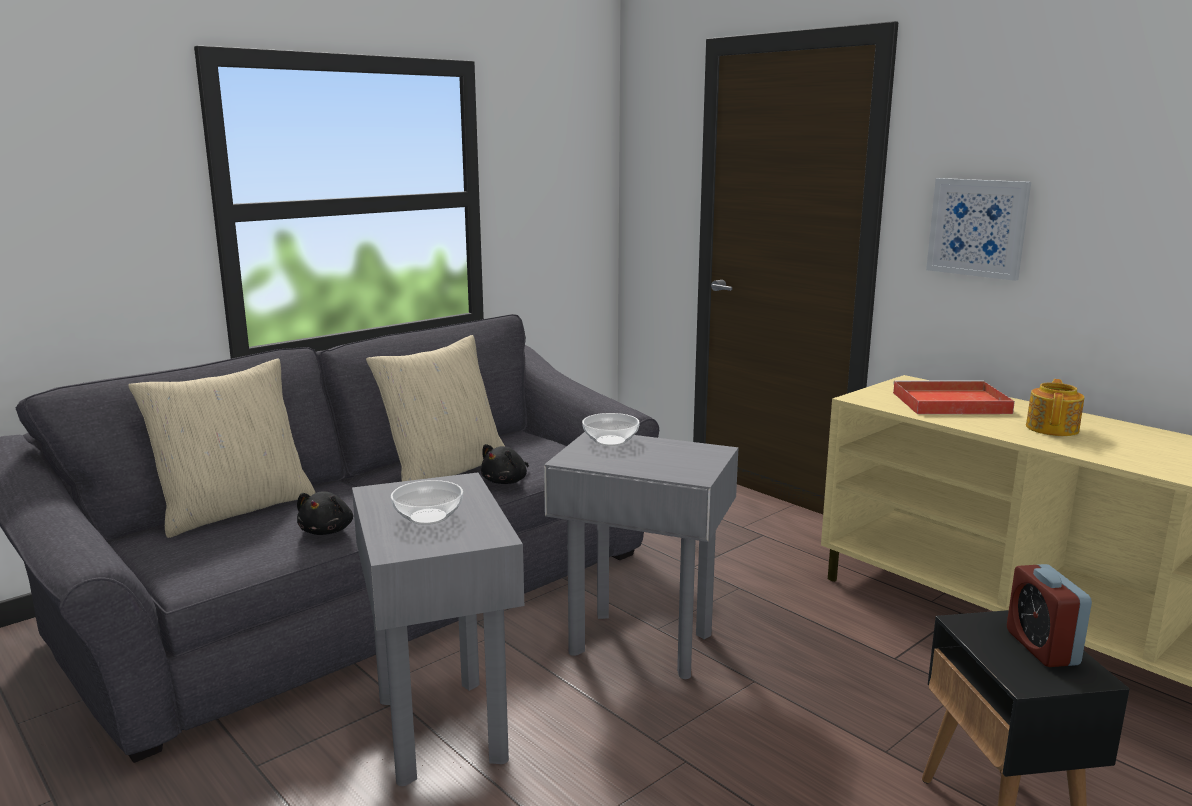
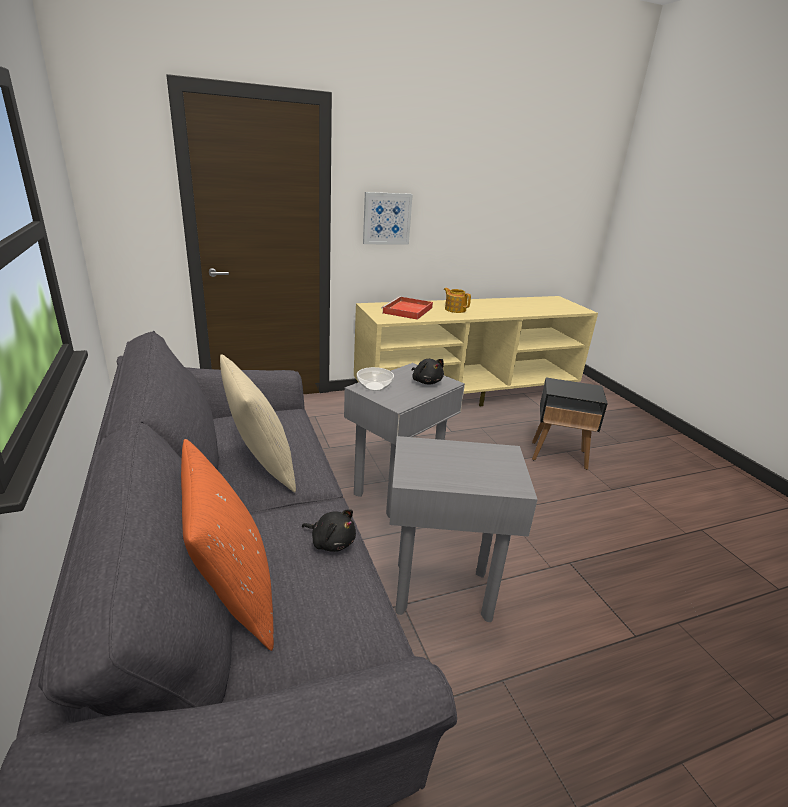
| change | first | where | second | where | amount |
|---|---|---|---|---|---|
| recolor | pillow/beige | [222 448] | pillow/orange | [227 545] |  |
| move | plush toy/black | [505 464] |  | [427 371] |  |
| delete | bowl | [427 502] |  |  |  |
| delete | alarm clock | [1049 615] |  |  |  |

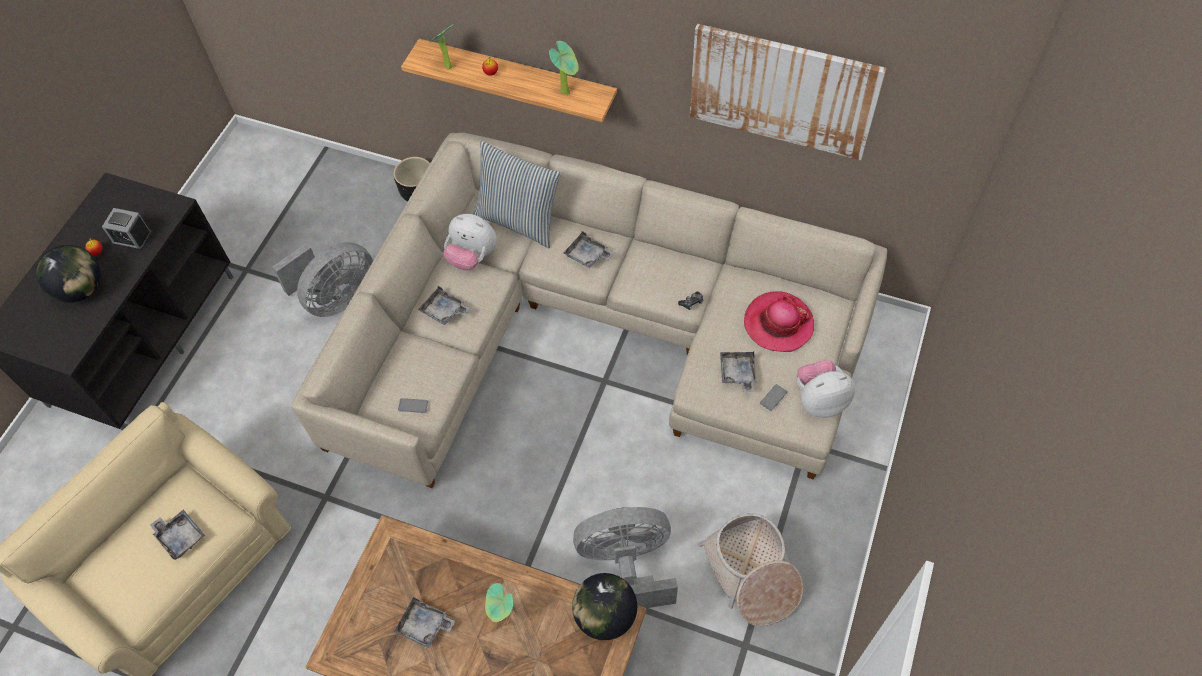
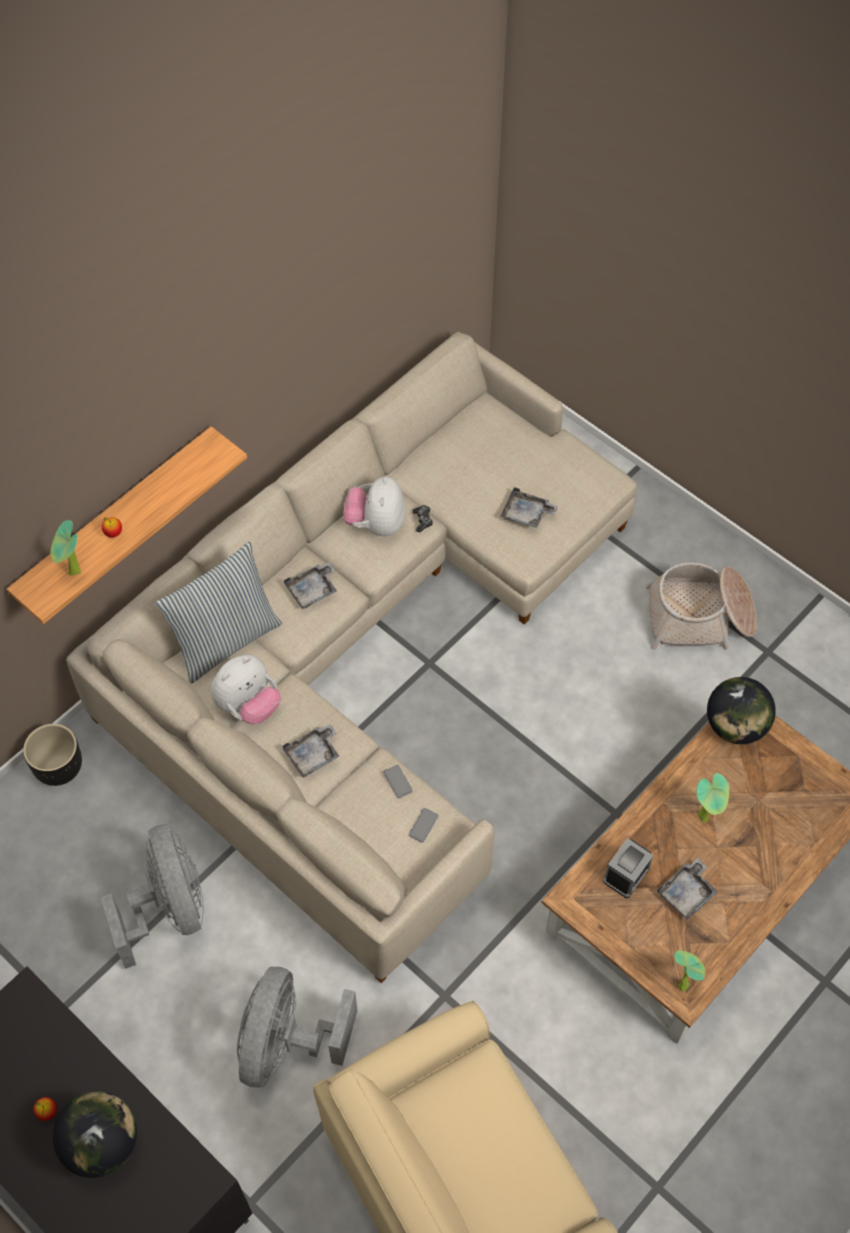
| change | first | where | second | where | amount |
|---|---|---|---|---|---|
| delete | picture | [788 92] |  |  |  |
| move | potted plant | [564 68] |  | [689 971] |  |
| move | alarm clock | [127 229] |  | [628 868] |  |
| delete | hat | [779 321] |  |  |  |
| move | plush toy | [826 389] |  | [374 506] |  |
| move | phone | [773 397] |  | [398 781] |  |
| move | fan/grey | [625 557] |  | [297 1027] |  |
| delete | tray/grey | [177 535] |  |  |  |

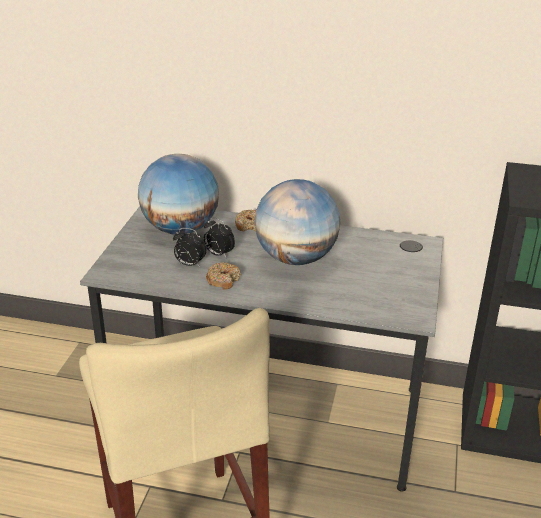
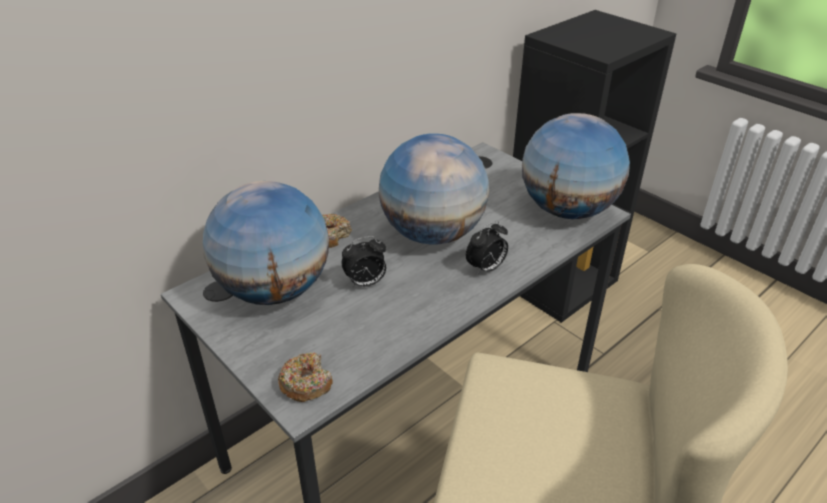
| change | first | where | second | where | amount |
|---|---|---|---|---|---|
| move | alarm clock | [190 247] |  | [487 248] |  |
| move | donut | [223 276] |  | [305 377] |  |
| insert |  |  | globe | [576 166] |  |

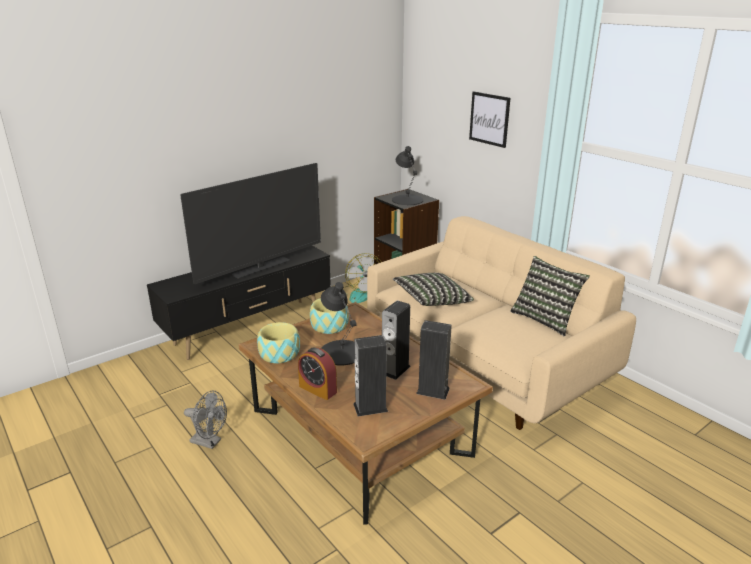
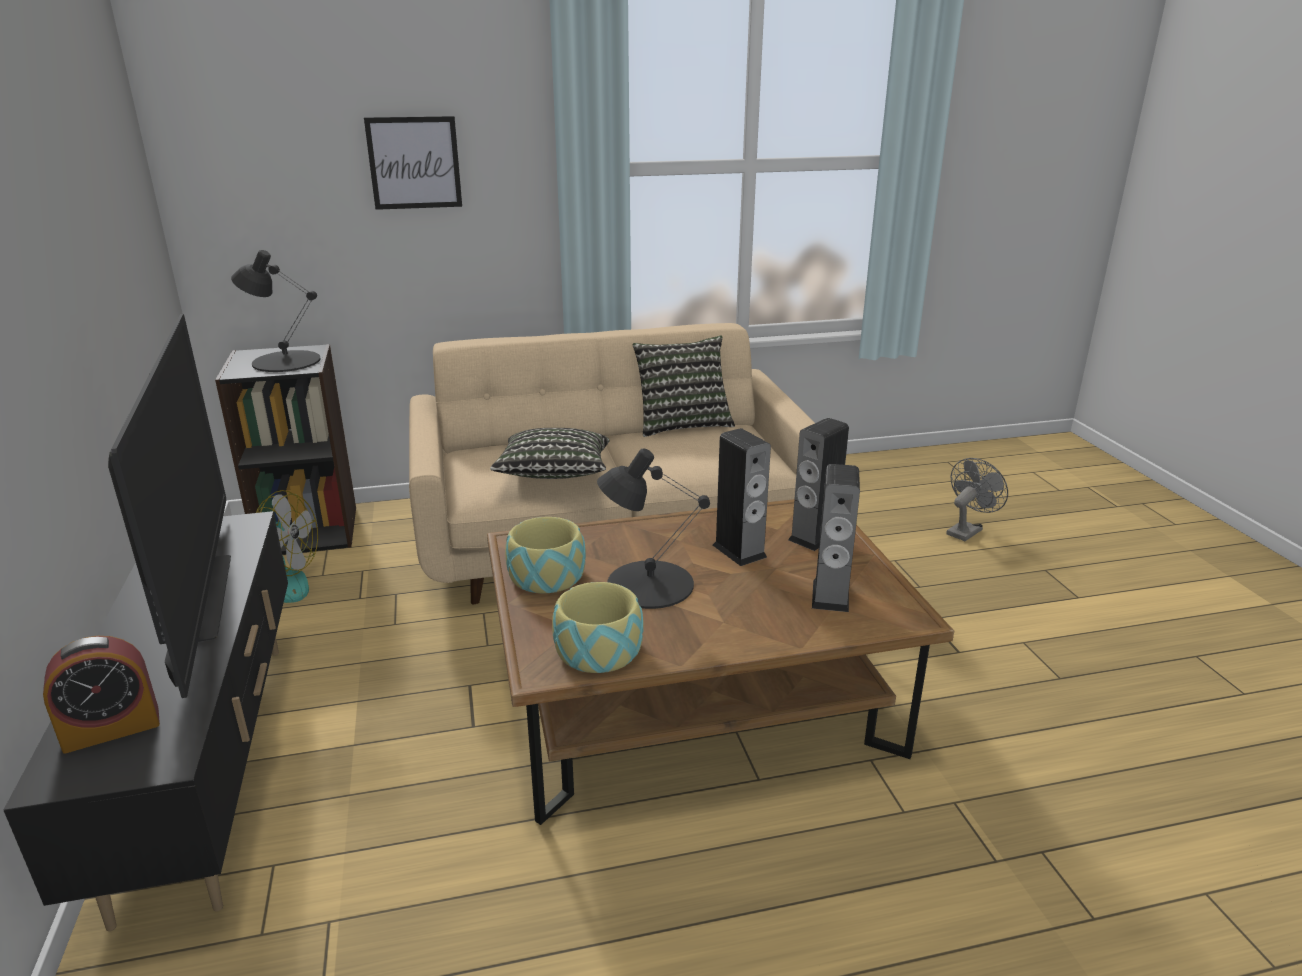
| change | first | where | second | where | amount |
|---|---|---|---|---|---|
| move | alarm clock | [317 373] |  | [101 695] |  |
| move | fan/grey | [205 419] |  | [977 499] |  |

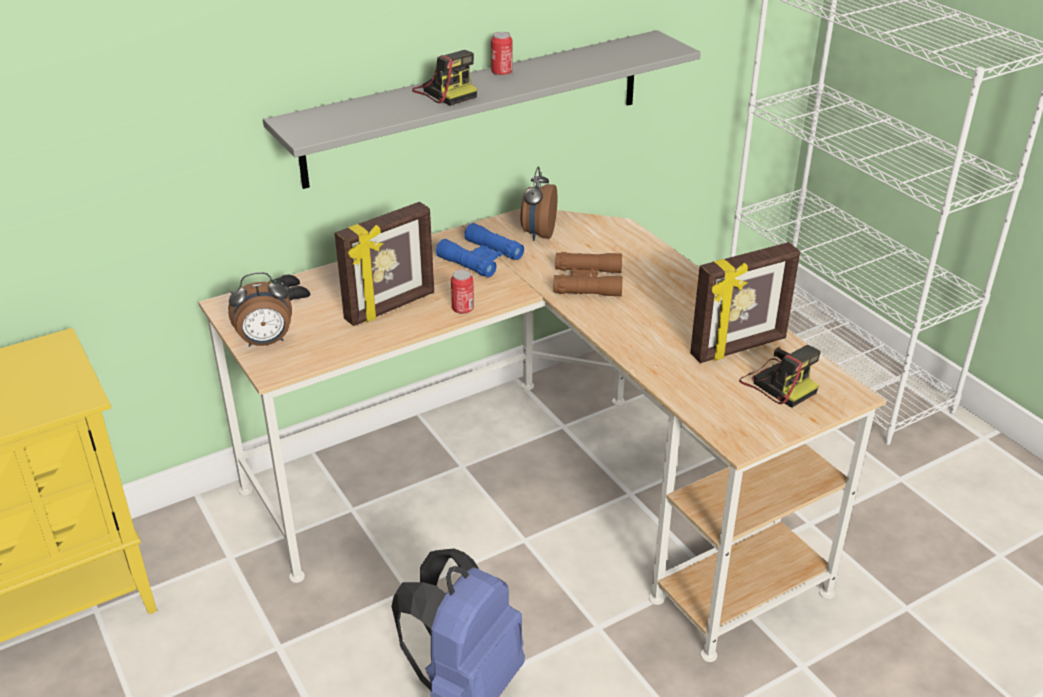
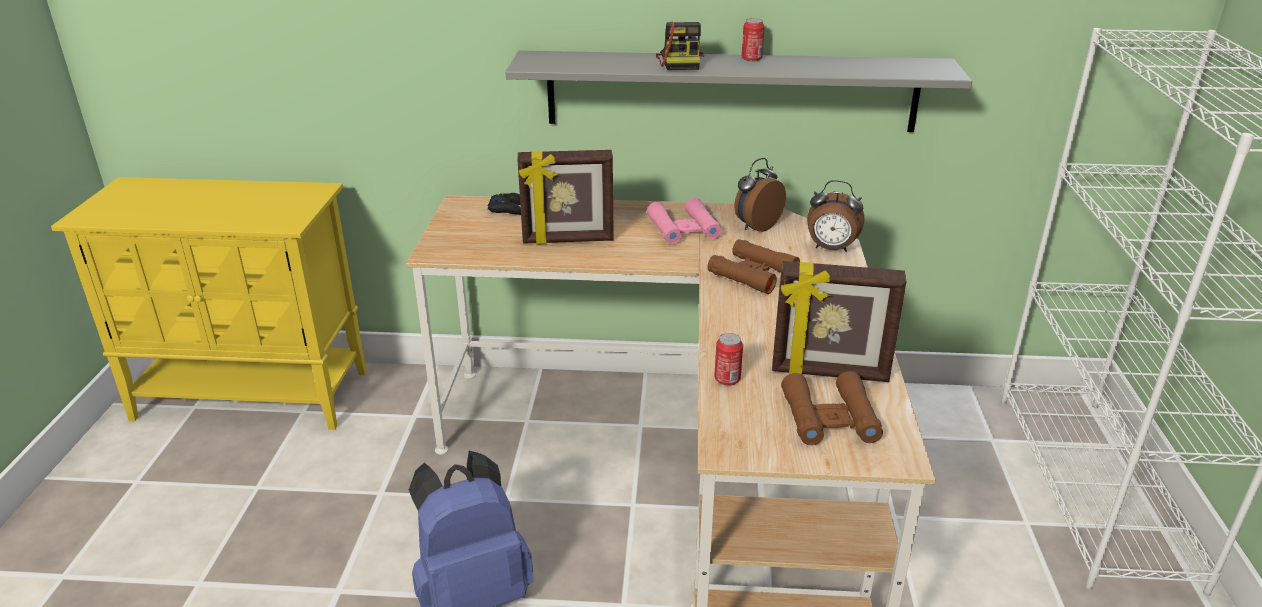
| change | first | where | second | where | amount |
|---|---|---|---|---|---|
| recolor | binoculars/blue | [480 250] | binoculars/pink | [684 221] |  |
| move | can | [462 292] |  | [728 359] |  |
| move | alarm clock | [260 309] |  | [835 216] |  |
| replace | photo camera | [780 376] | binoculars/brown | [832 408] |  |

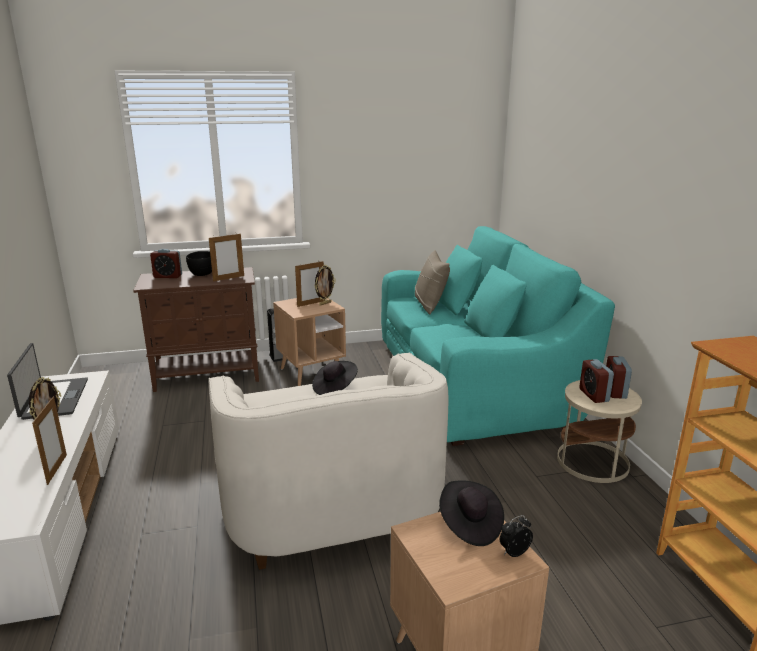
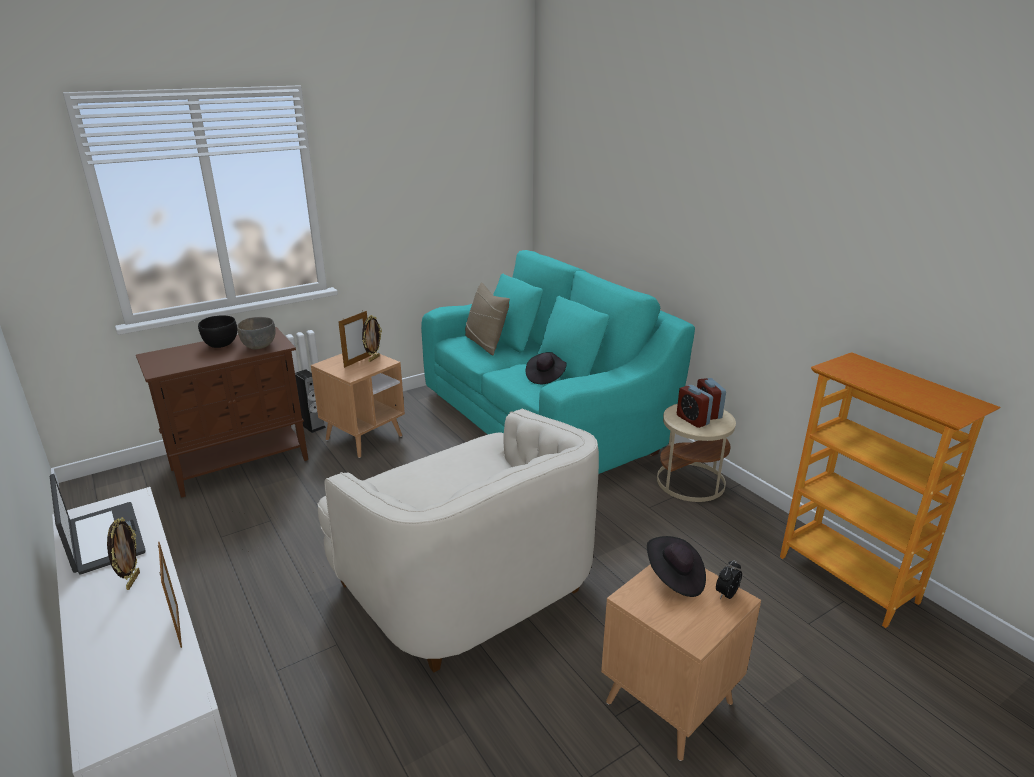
| change | first | where | second | where | amount |
|---|---|---|---|---|---|
| replace | picture frame | [226 257] | bowl/grey | [256 333] |  |
| delete | alarm clock | [166 263] |  |  |  |
| move | hat/black | [335 378] |  | [546 368] |  |

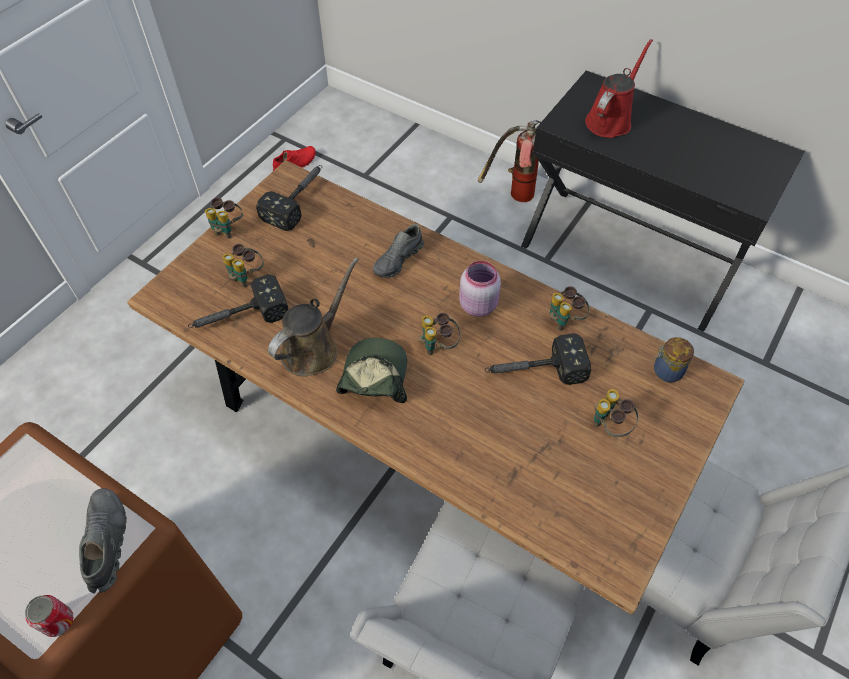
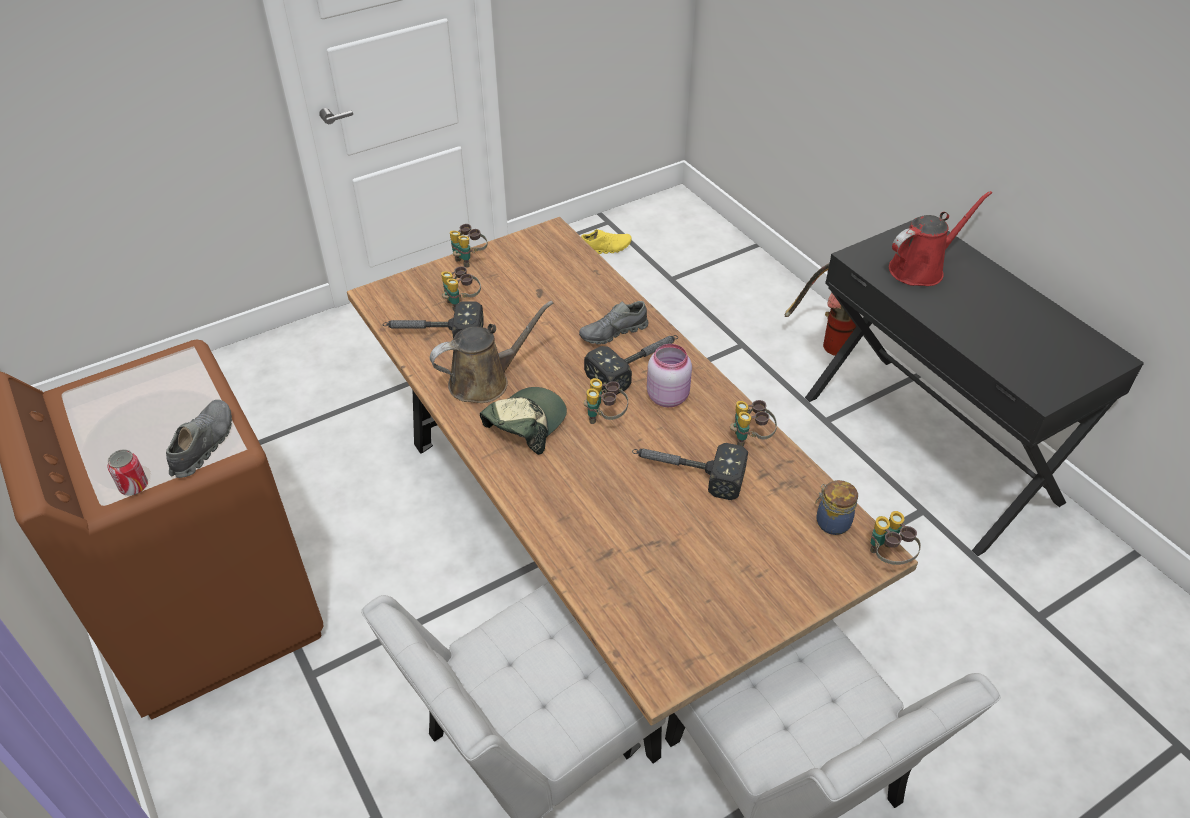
| change | first | where | second | where | amount |
|---|---|---|---|---|---|
| recolor | shoe/red | [294 158] | shoe/yellow | [606 241] |  |
| move | hammer | [288 198] |  | [631 365] |  |
| move | binoculars | [616 413] |  | [895 538] |  |

